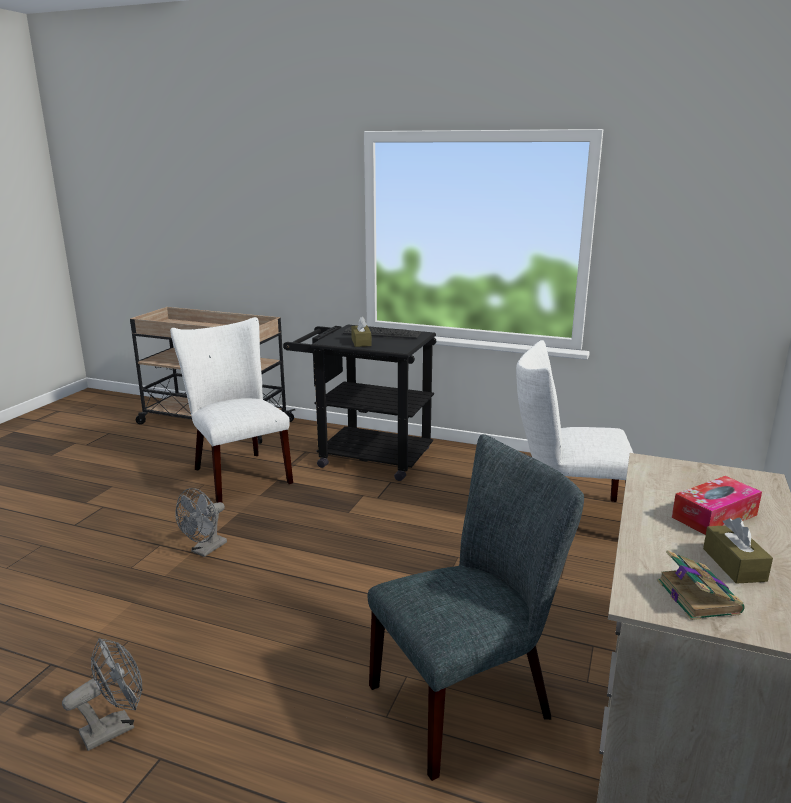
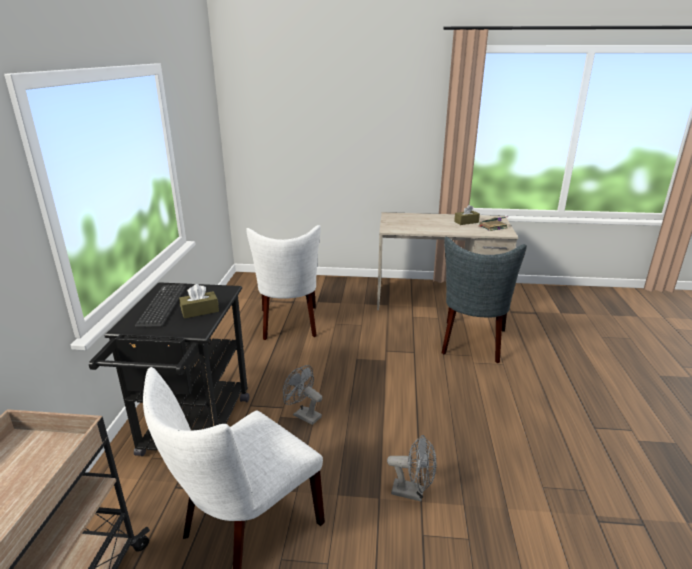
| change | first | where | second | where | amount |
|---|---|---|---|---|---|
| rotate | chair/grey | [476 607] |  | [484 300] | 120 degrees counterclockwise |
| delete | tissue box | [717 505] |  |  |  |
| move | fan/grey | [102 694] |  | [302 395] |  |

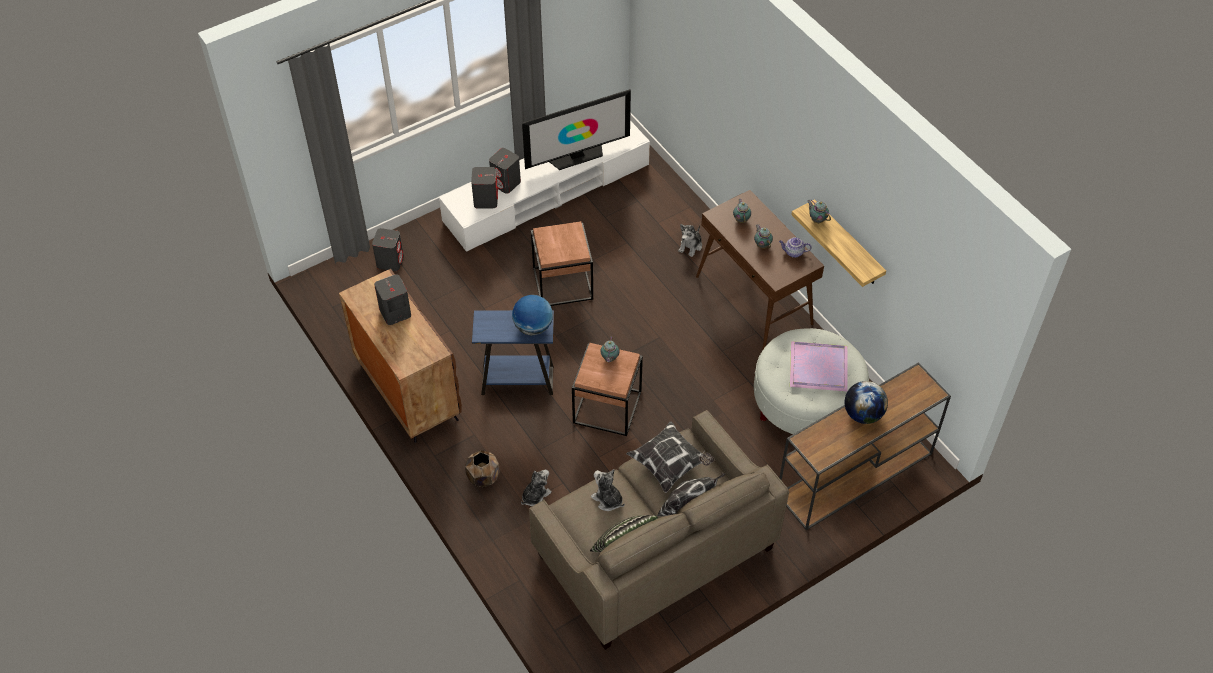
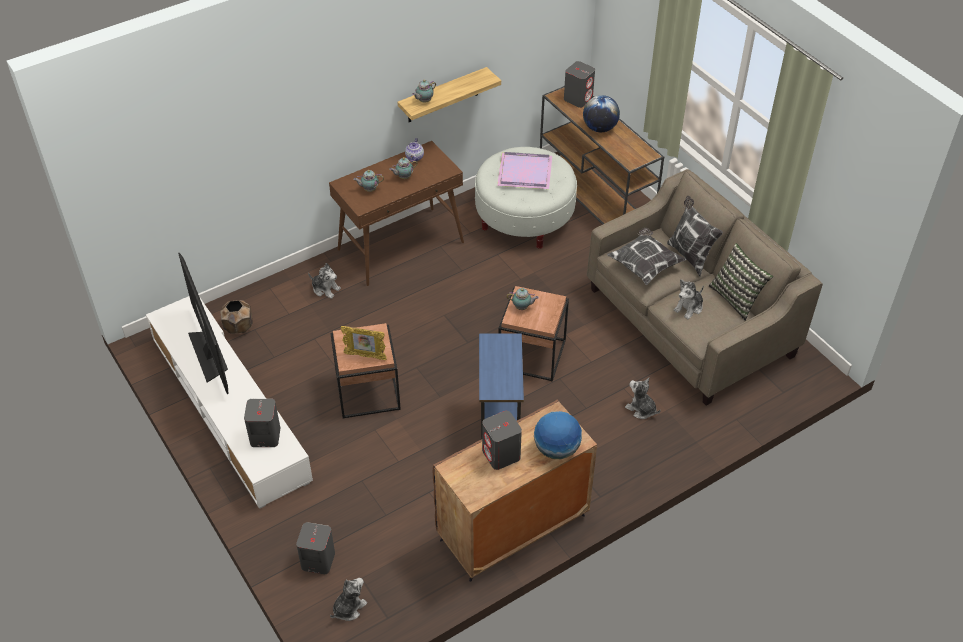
| change | first | where | second | where | amount |
|---|---|---|---|---|---|
| move | speaker/grey | [505 171] |  | [579 84] |  |
| move | globe | [532 315] |  | [558 435] |  |
| move | planter/brown | [482 469] |  | [236 317] |  |
| insert |  |  | picture frame | [364 343] |  |
| insert |  |  | plush toy | [348 599] |  |

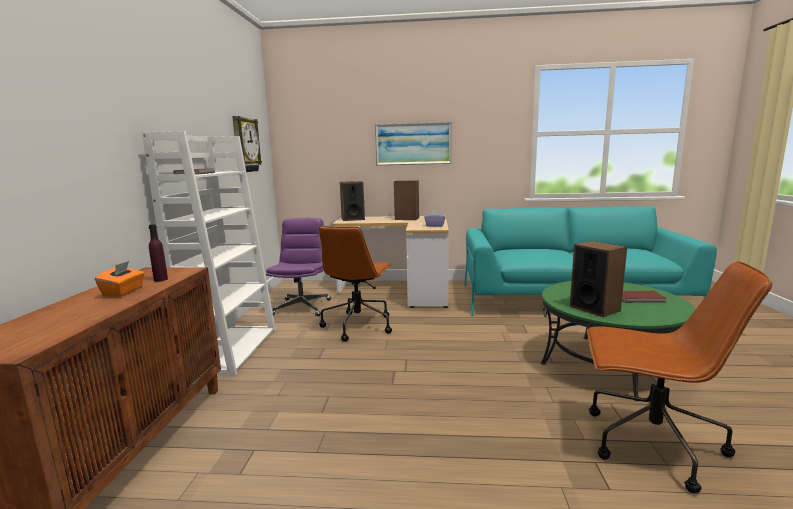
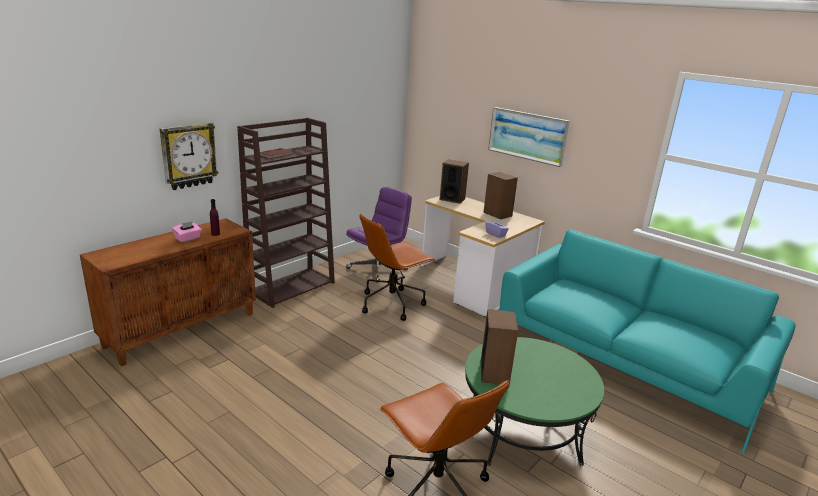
| change | first | where | second | where | amount |
|---|---|---|---|---|---|
| move | wall clock | [247 144] |  | [189 156] |  |
| recolor | bookcase/white | [209 253] | bookcase/brown | [286 213] |  |
| recolor | tissue box/orange | [120 279] | tissue box/pink | [187 231] |  |
| delete | book/brown | [644 296] |  |  |  |

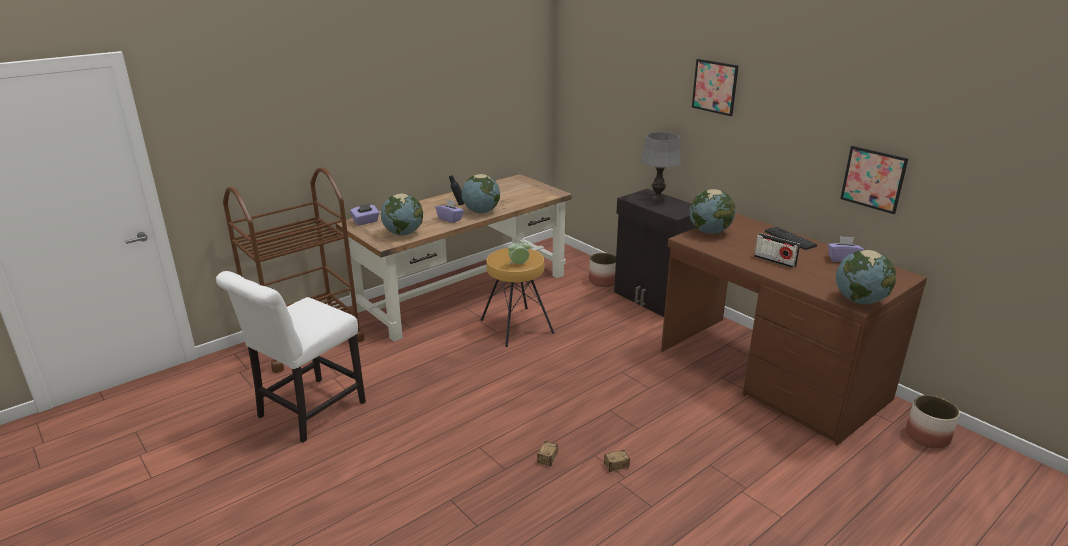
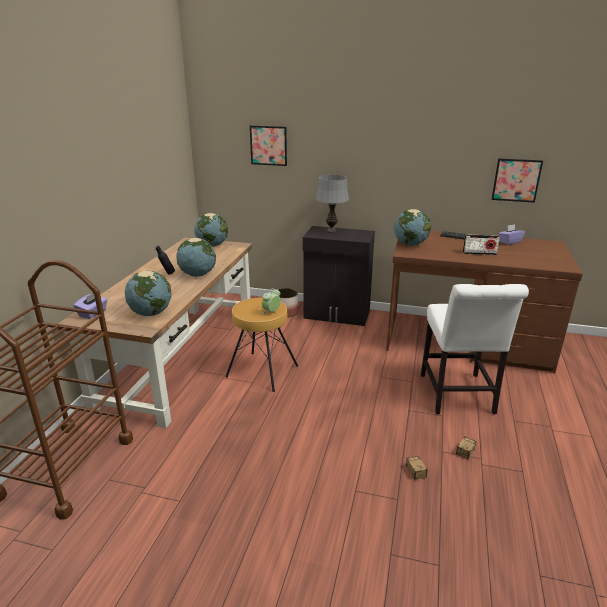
| change | first | where | second | where | amount |
|---|---|---|---|---|---|
| move | picture | [715 87] |  | [268 146] |  |
| delete | tissue box/purple | [450 211] |  |  |  |
| move | globe | [866 277] |  | [211 230] |  |
| move | chair/white | [291 357] |  | [475 349] |  |
| delete | planter | [933 421] |  |  |  |

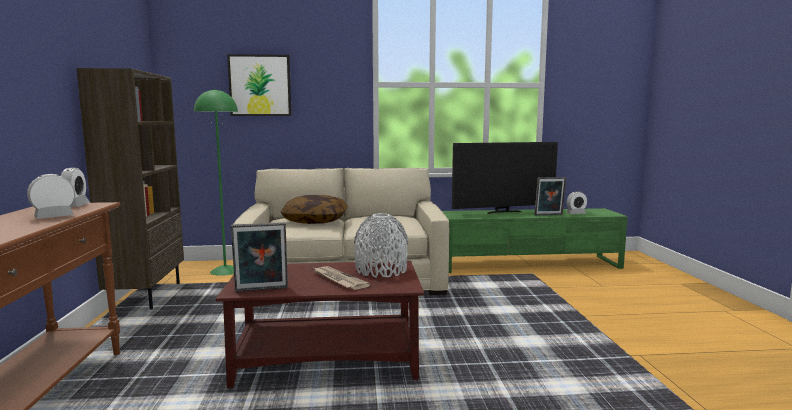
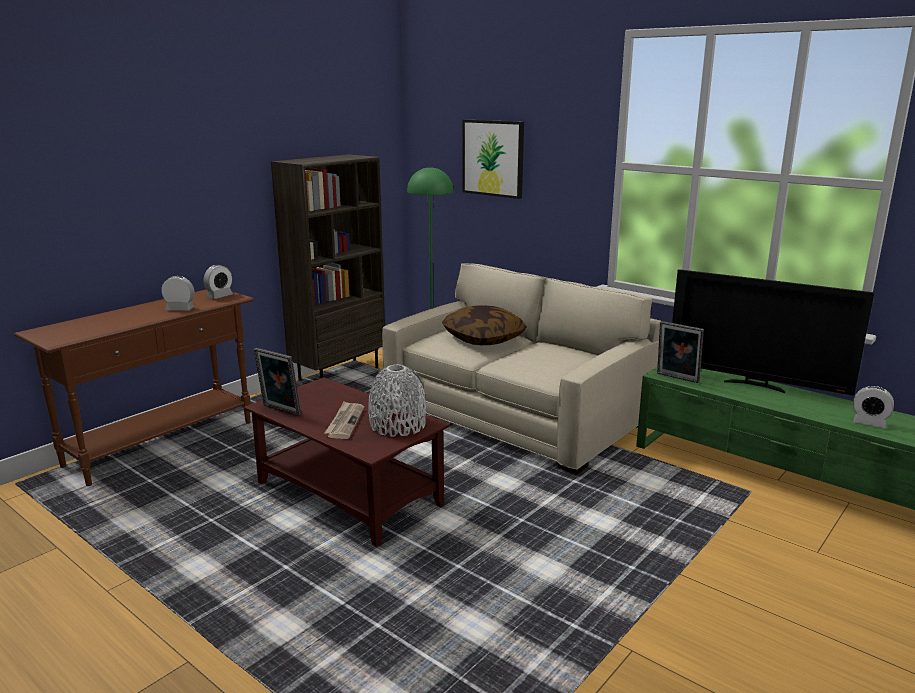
| change | first | where | second | where | amount |
|---|---|---|---|---|---|
| move | picture frame | [550 196] |  | [680 352] |  |

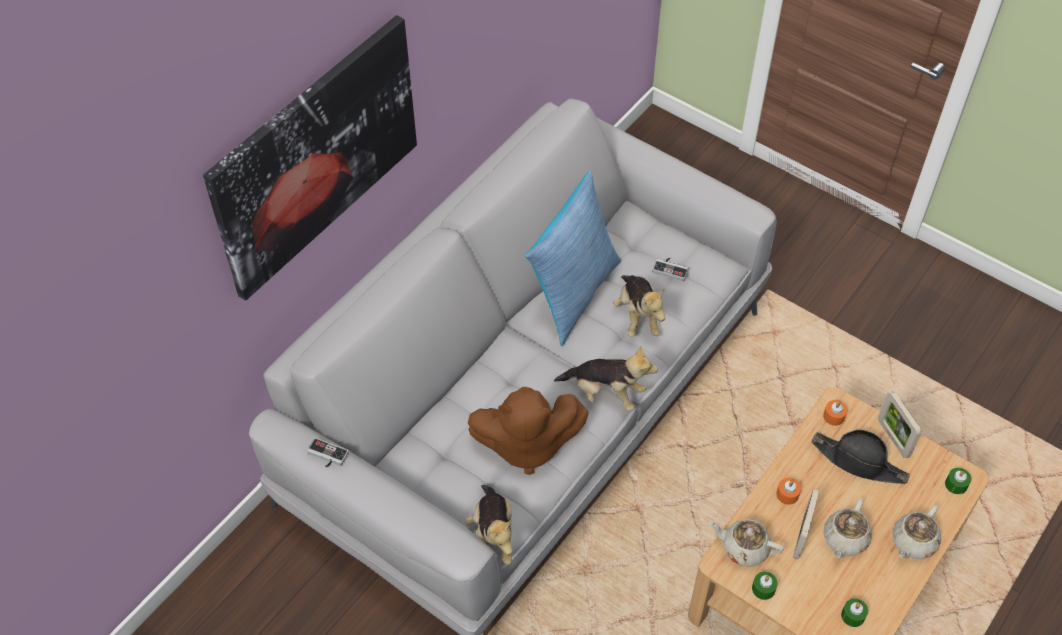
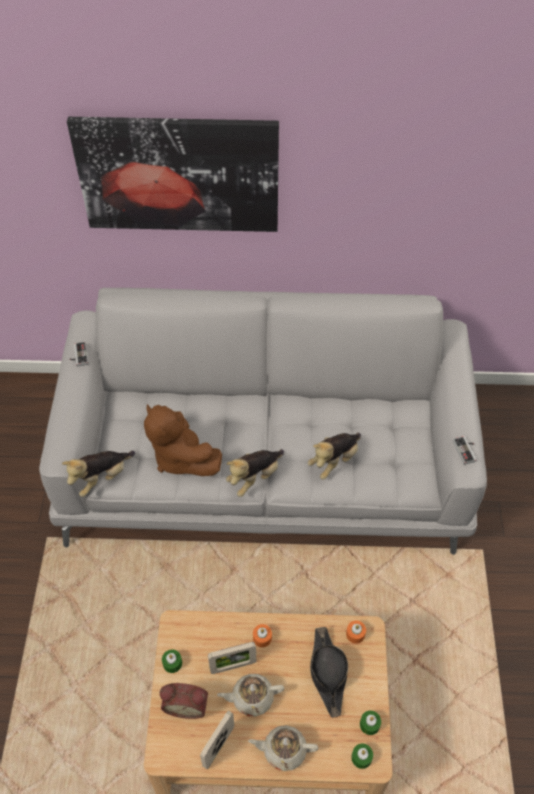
| change | first | where | second | where | amount |
|---|---|---|---|---|---|
| delete | pillow | [573 258] |  |  |  |
| move | game controller | [670 269] |  | [465 450] |  |
| rotate | plush toy | [606 378] |  | [255 473] | 60 degrees clockwise |
| move | picture frame | [899 424] |  | [217 739] |  |
| delete | teapot/beige | [746 543] |  |  |  |
| move | candle/green | [854 612] |  | [370 722] |  |
| insert |  |  | alarm clock | [184 701] |  |

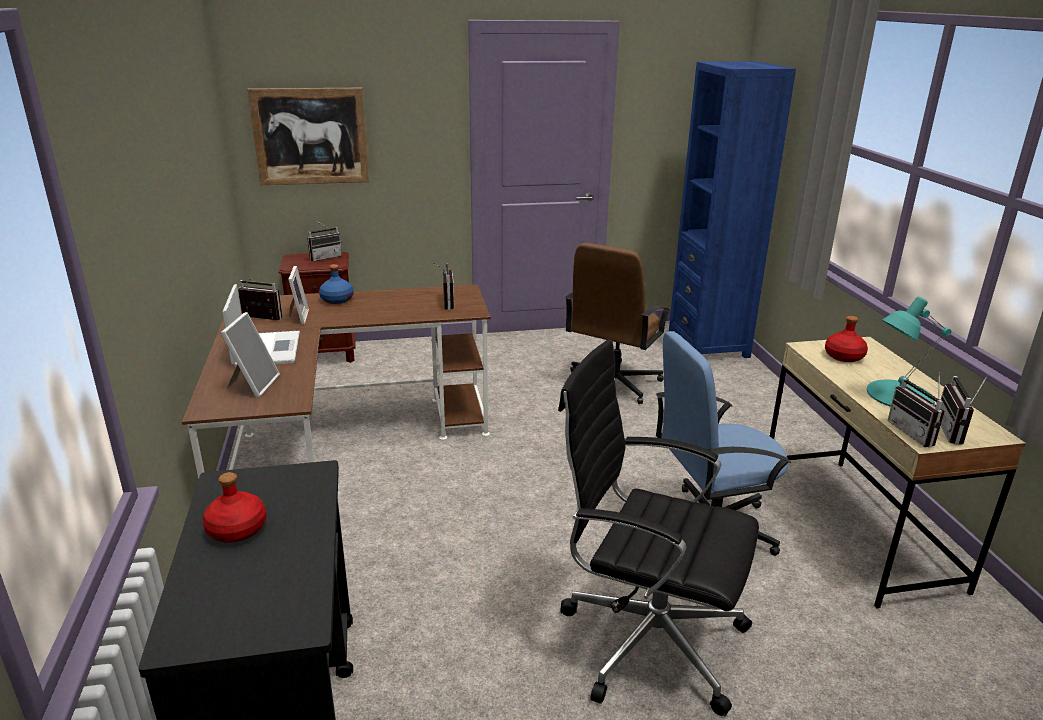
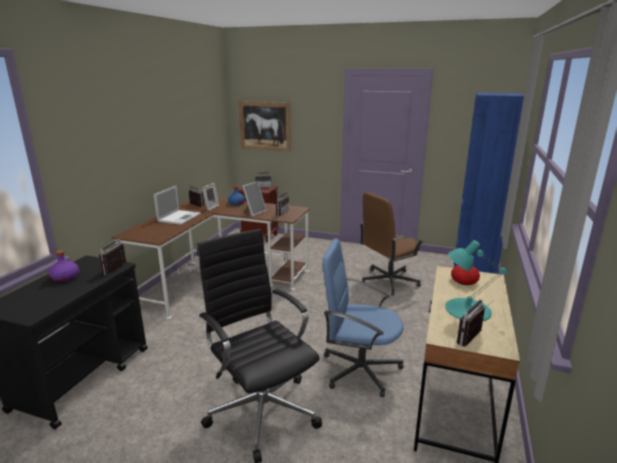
| change | first | where | second | where | amount |
|---|---|---|---|---|---|
| move | picture frame | [250 355] |  | [254 199] |  |
| move | radio | [916 410] |  | [112 256] |  |
| recolor | bottle/red | [234 507] | bottle/purple | [63 266] |  |

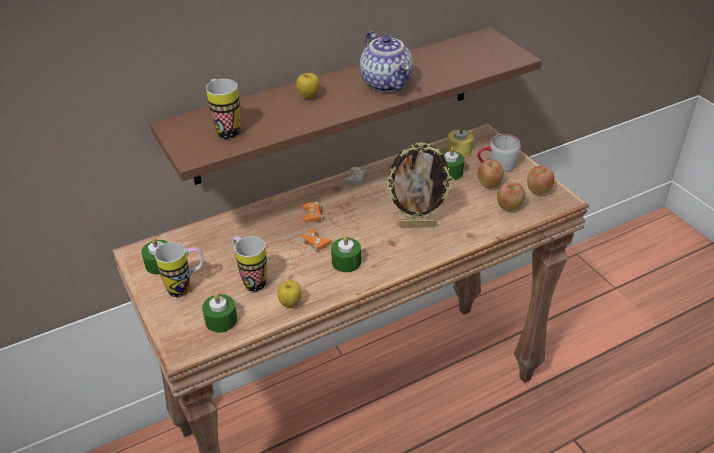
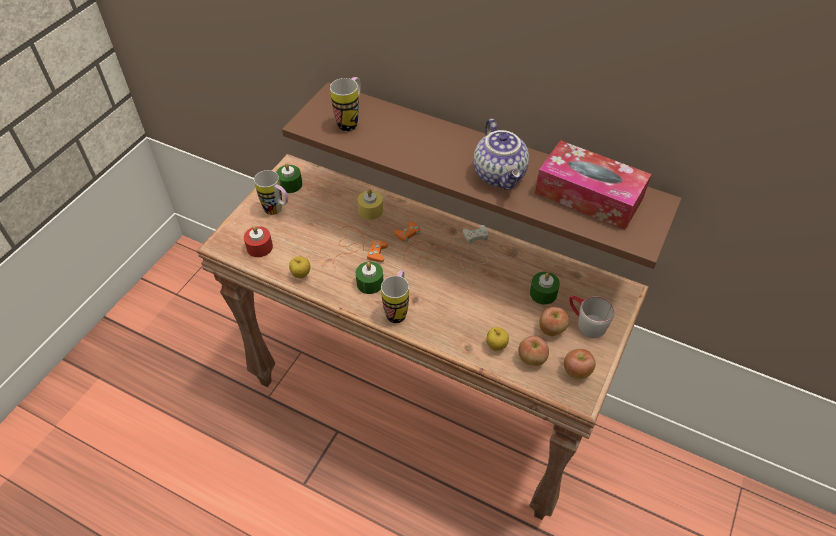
| change | first | where | second | where | amount |
|---|---|---|---|---|---|
| rotate | teapot | [386 61] |  | [501 154] | 45 degrees counterclockwise |
| move | apple | [307 86] |  | [497 339] |  |
| move | candle/yellow | [460 141] |  | [370 204] |  |
| delete | picture frame | [419 184] |  |  |  |
| move | mug | [249 264] |  | [395 297] |  |
| recolor | candle/green | [219 313] | candle/red | [258 241] |  |
| insert |  |  | tissue box | [593 185] |  |

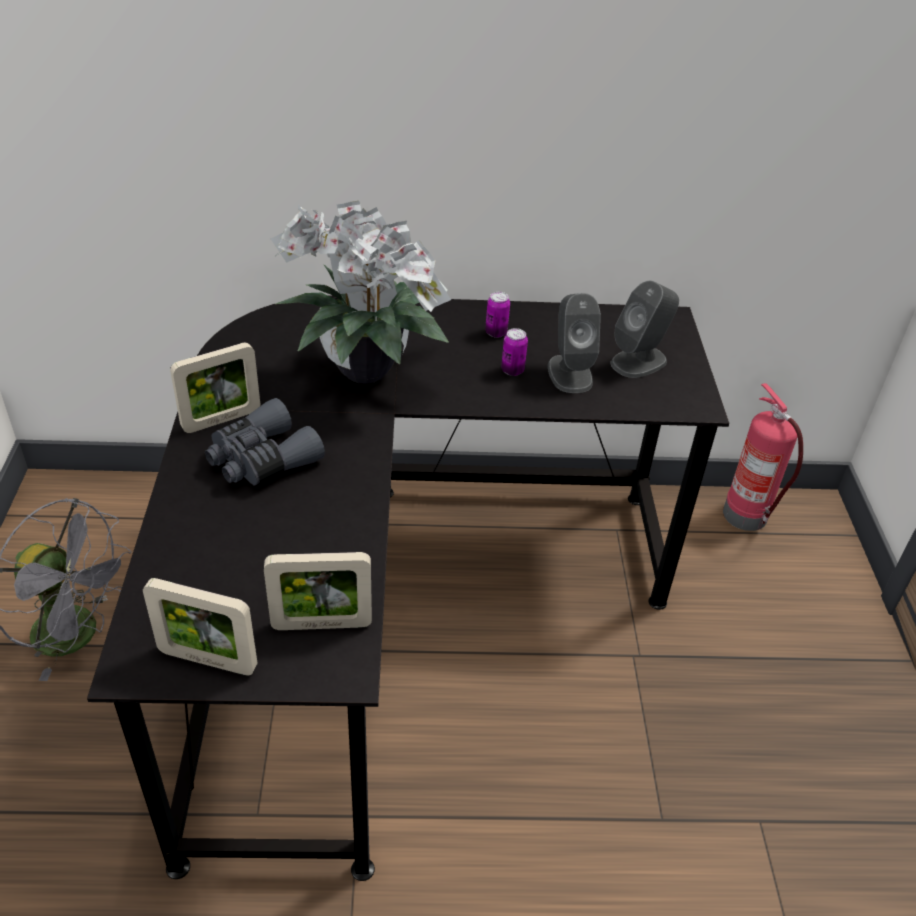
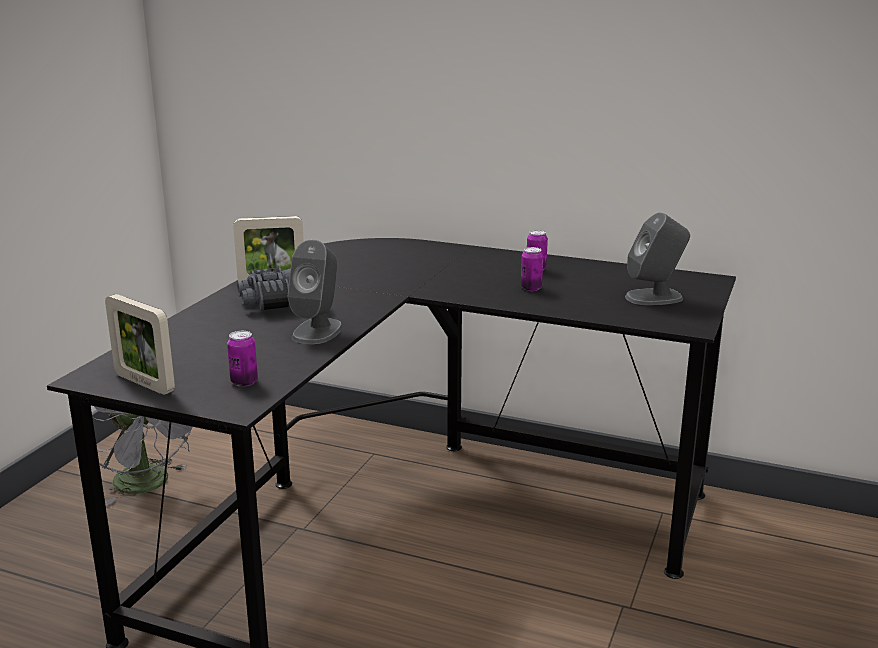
| change | first | where | second | where | amount |
|---|---|---|---|---|---|
| delete | potted plant | [360 292] |  |  |  |
| move | speaker/grey | [574 343] |  | [315 292] |  |
| delete | fire extinguisher | [763 457] |  |  |  |
| replace | picture frame | [318 591] | can | [242 359] |  |

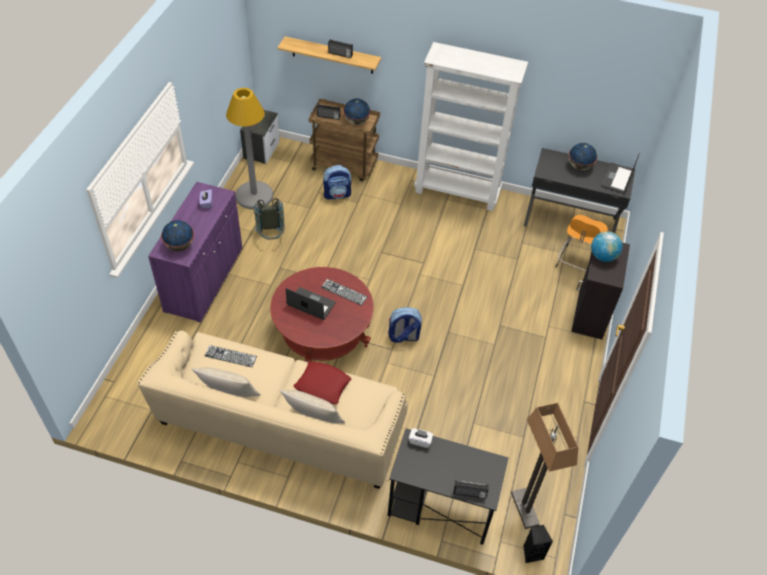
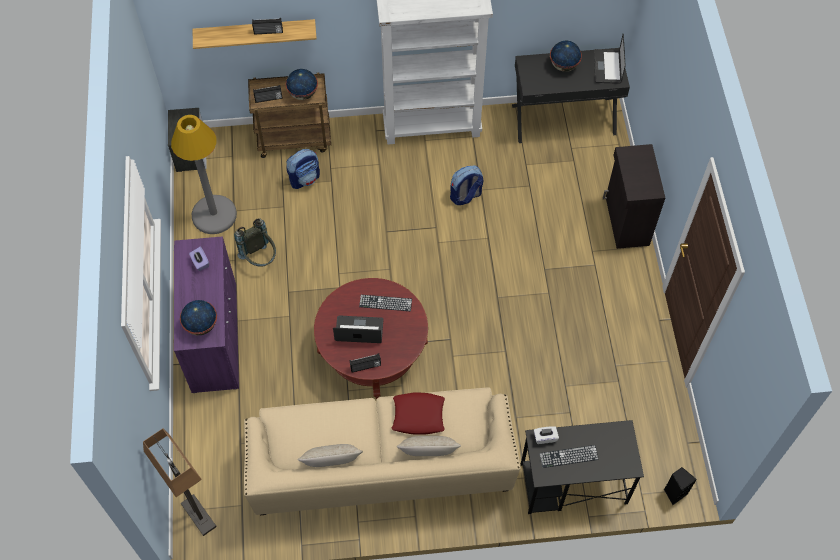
| change | first | where | second | where | amount |
|---|---|---|---|---|---|
| delete | stool/orange | [582 243] |  |  |  |
| delete | globe | [607 246] |  |  |  |
| move | backpack | [405 325] |  | [466 185] |  |
| move | keyboard | [231 356] |  | [569 456] |  |
| move | floor lamp | [544 466] |  | [180 482] |  |
| move | radio | [471 489] |  | [365 363] |  |

